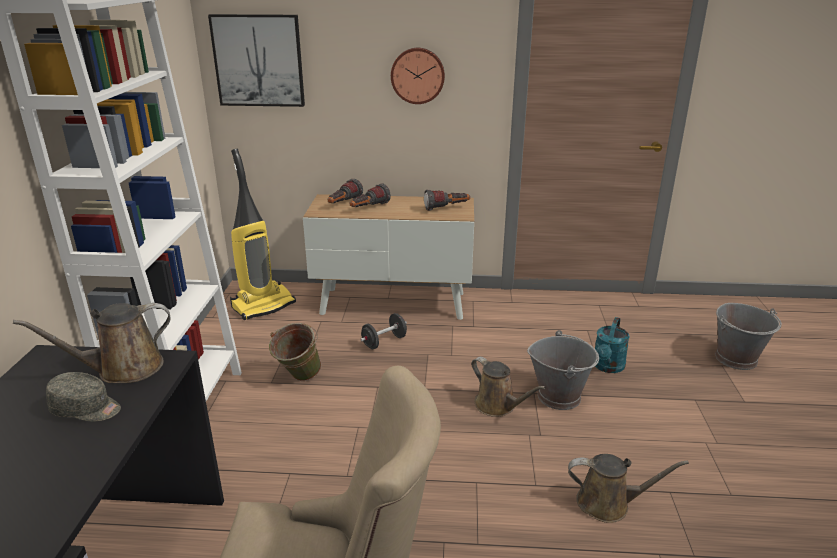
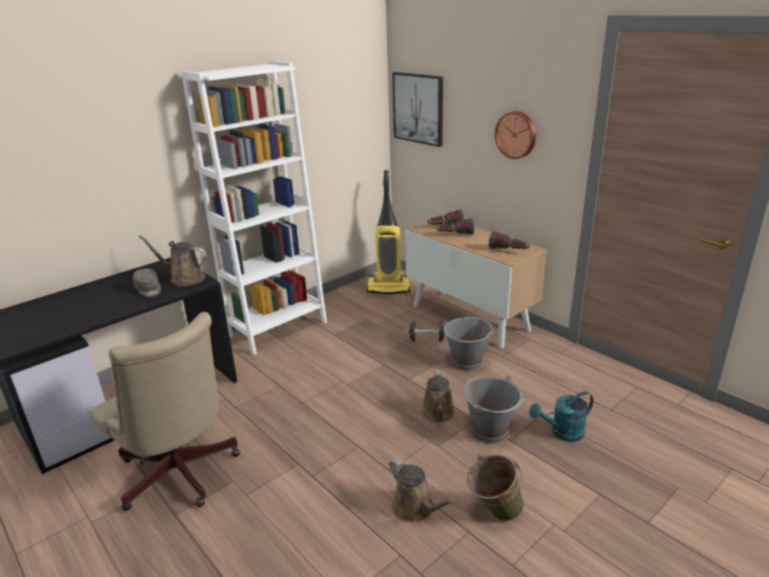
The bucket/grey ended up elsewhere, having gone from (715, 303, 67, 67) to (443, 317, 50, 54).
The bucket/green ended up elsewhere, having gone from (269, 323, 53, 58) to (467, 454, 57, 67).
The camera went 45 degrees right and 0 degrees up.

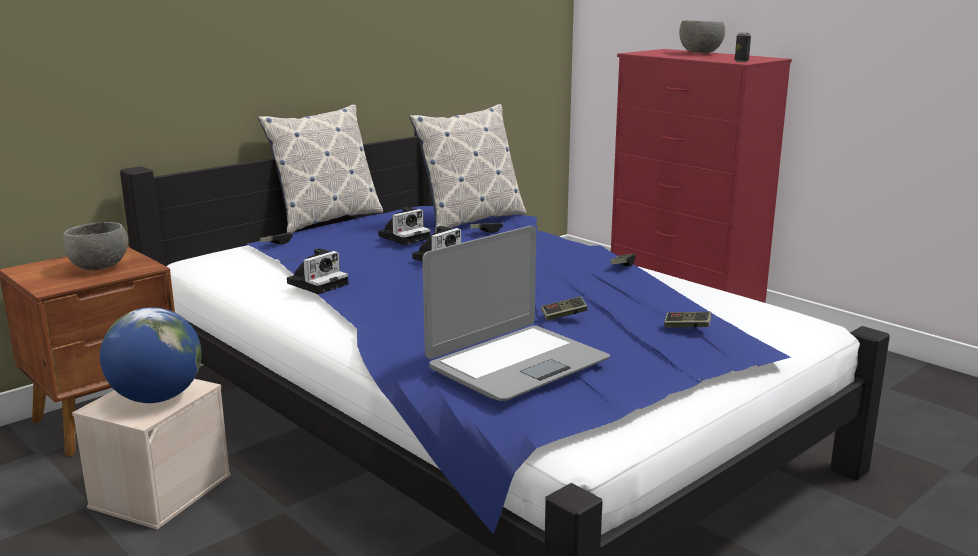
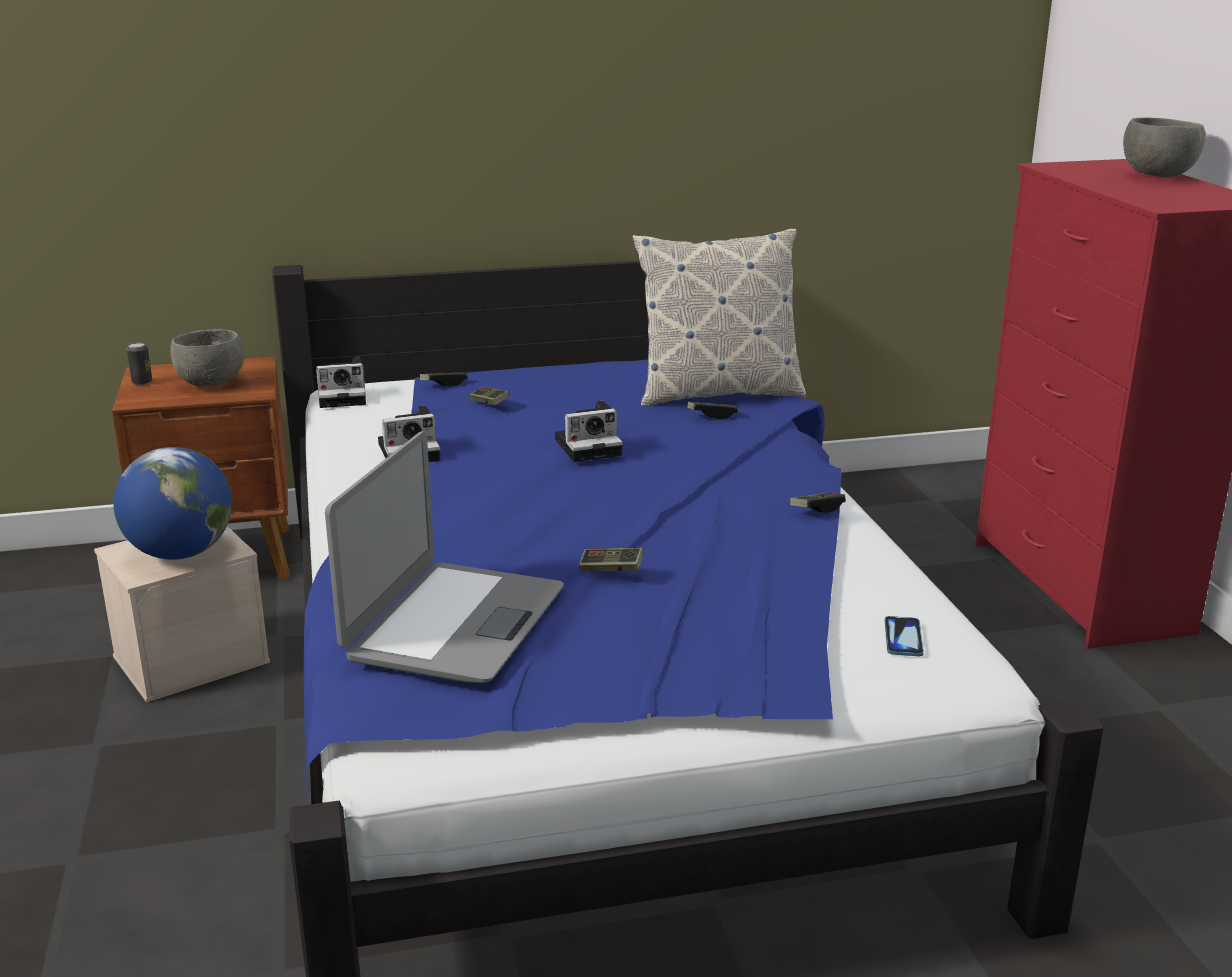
The can ended up elsewhere, having gone from (735, 33, 16, 29) to (127, 343, 25, 42).
The photo camera ended up elsewhere, having gone from (378, 207, 53, 38) to (316, 357, 50, 51).
The laptop at (423, 226, 187, 175) ended up facing another way, 60 degrees counterclockwise from before.
The game controller ended up elsewhere, having gone from (664, 312, 48, 16) to (469, 386, 41, 19).
The second view gained the phone at (885, 616, 39, 40).
The second view lost the pillow at (258, 105, 125, 128).
The camera went 30 degrees right and 5 degrees up.

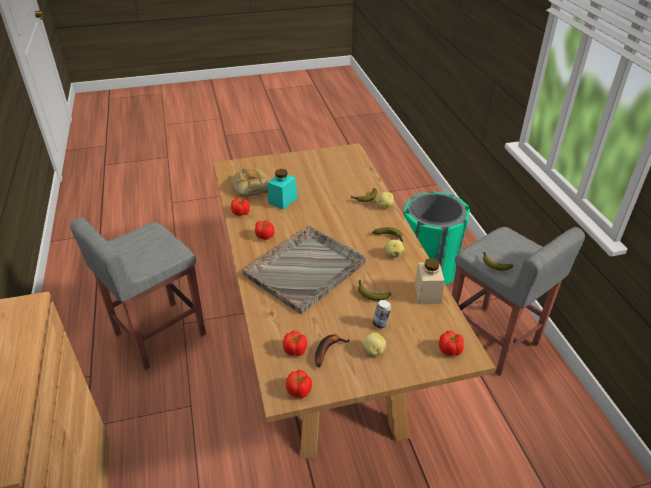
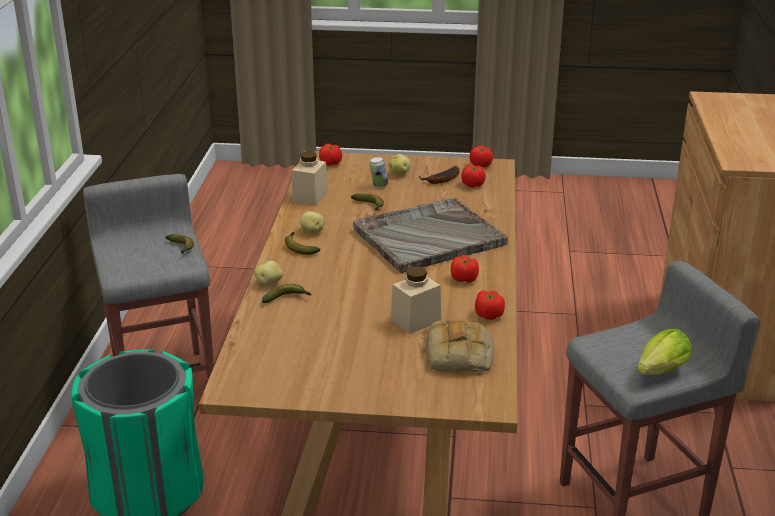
What was the jar/turquoise at (268, 169, 30, 41) turned into the jar/beige at (390, 266, 51, 68).
The second view gained the lettuce at (637, 329, 55, 46).
The camera went 160 degrees left and 10 degrees down.

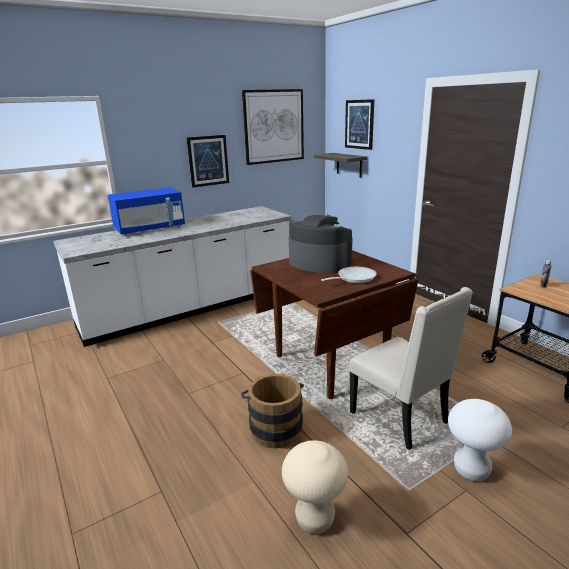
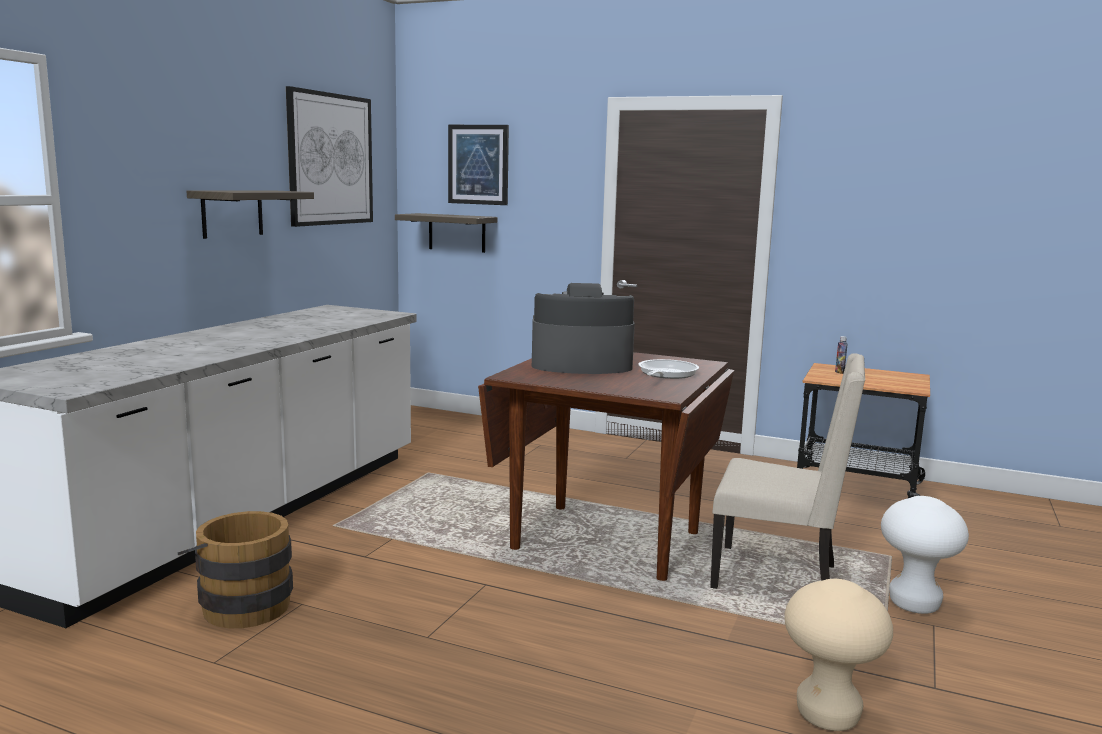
The bucket/brown ended up elsewhere, having gone from (241, 374, 63, 74) to (178, 511, 115, 117).
Where the picture hung at (186, 135, 43, 53), the shelf came to hang at (187, 190, 127, 49).
The second view lost the microwave/blue at (108, 187, 77, 48).
The camera went 35 degrees left and 10 degrees down.

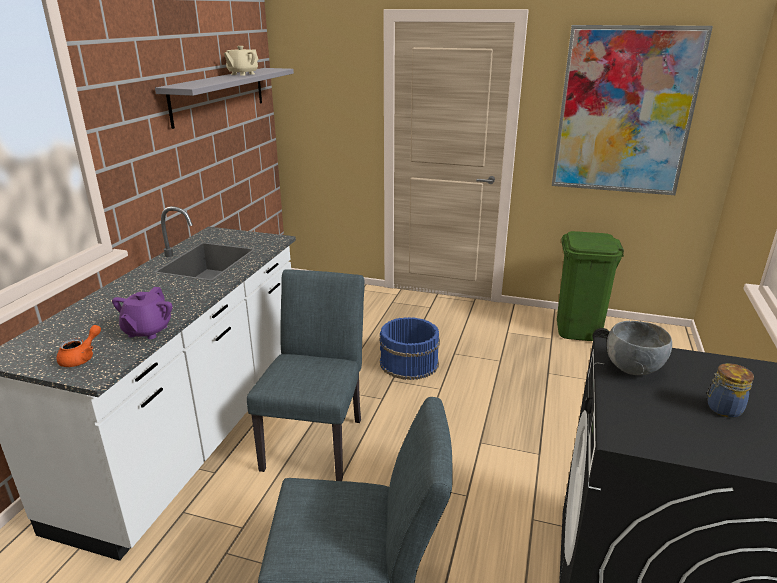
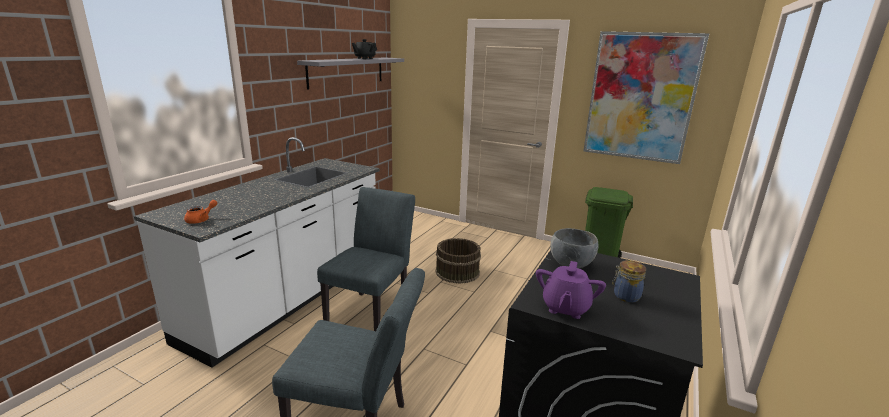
What was the teapot/beige at (224, 46, 34, 30) turned into the teapot/black at (352, 39, 25, 20).
What was the bucket/blue at (380, 317, 60, 63) turned into the bucket/brown at (435, 238, 46, 46).
The teapot/purple ended up elsewhere, having gone from (112, 287, 60, 52) to (536, 261, 70, 58).
The camera went 10 degrees right and 5 degrees down.

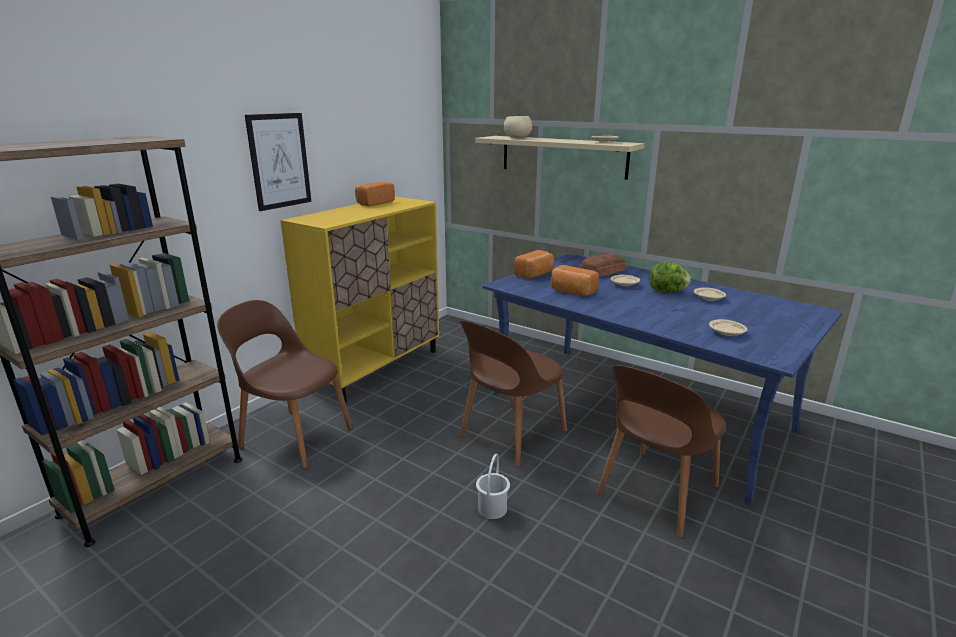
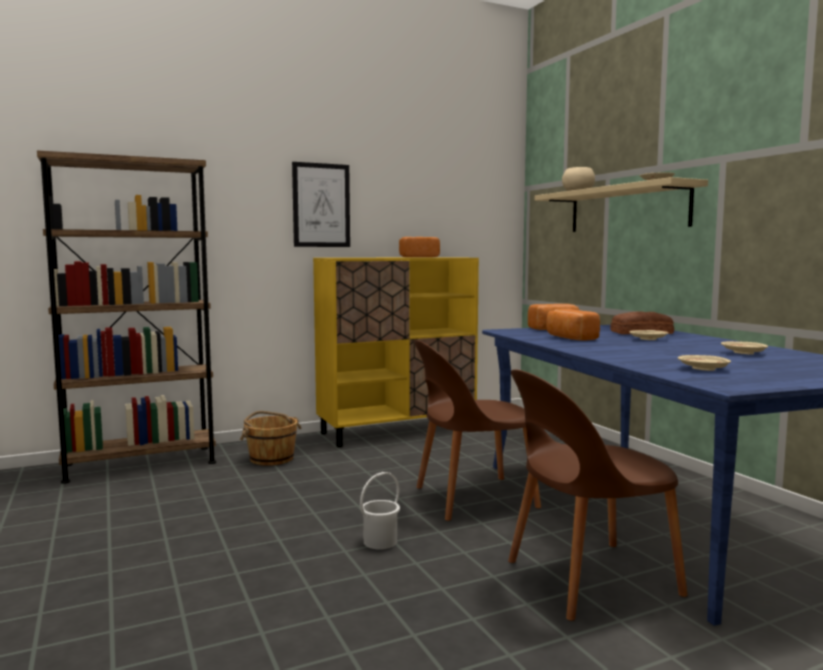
Where the chair/brown stood at (217, 300, 136, 168), the bucket/brown came to stand at (240, 411, 61, 55).
The second view lost the lettuce at (650, 262, 41, 30).
The camera went 30 degrees right and 15 degrees down.

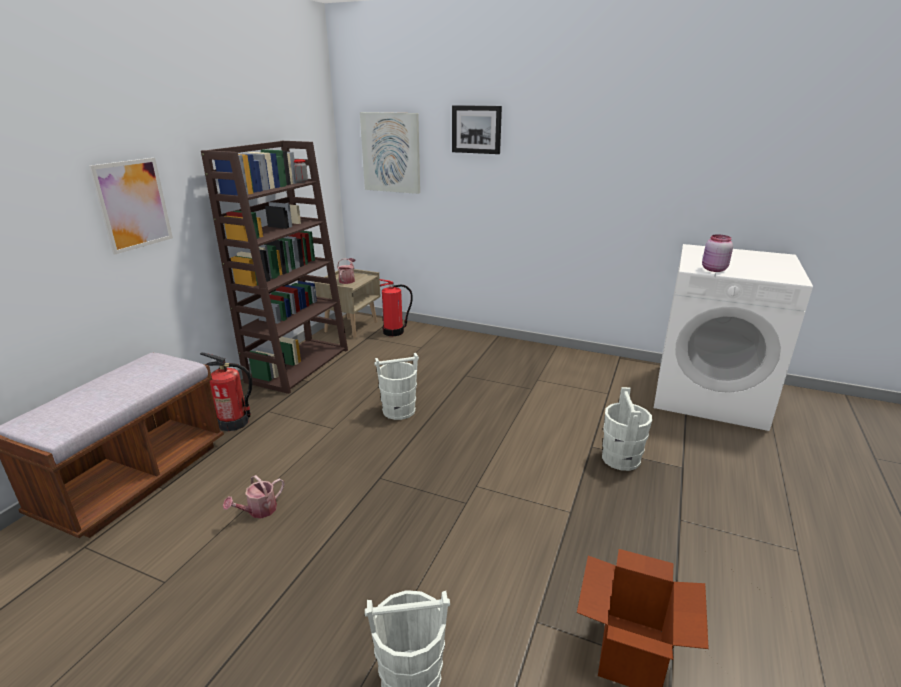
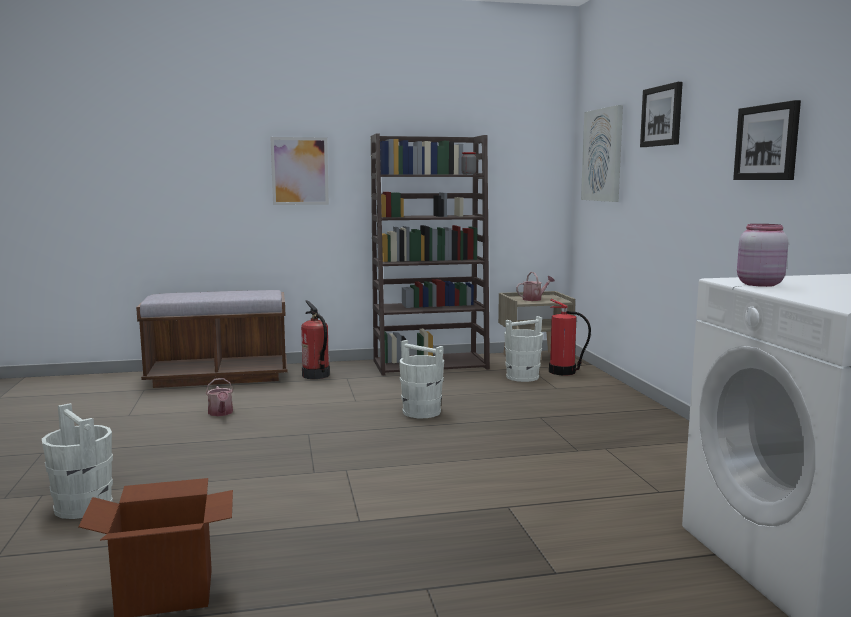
The watering can at (223, 475, 61, 43) ended up facing another way, 120 degrees counterclockwise from before.
The bucket/white ended up elsewhere, having gone from (602, 387, 50, 84) to (504, 316, 39, 66).
The second view gained the picture at (733, 100, 68, 80).
The camera went 55 degrees right and 15 degrees down.

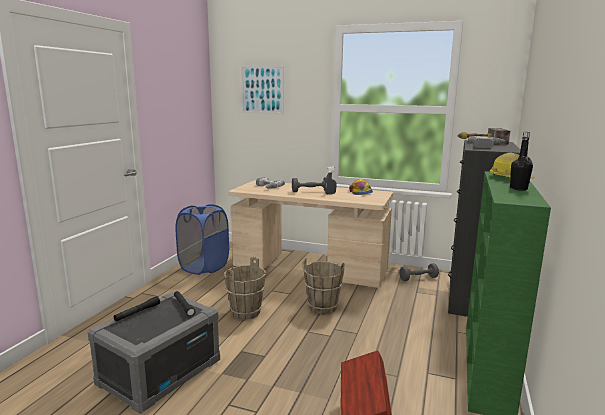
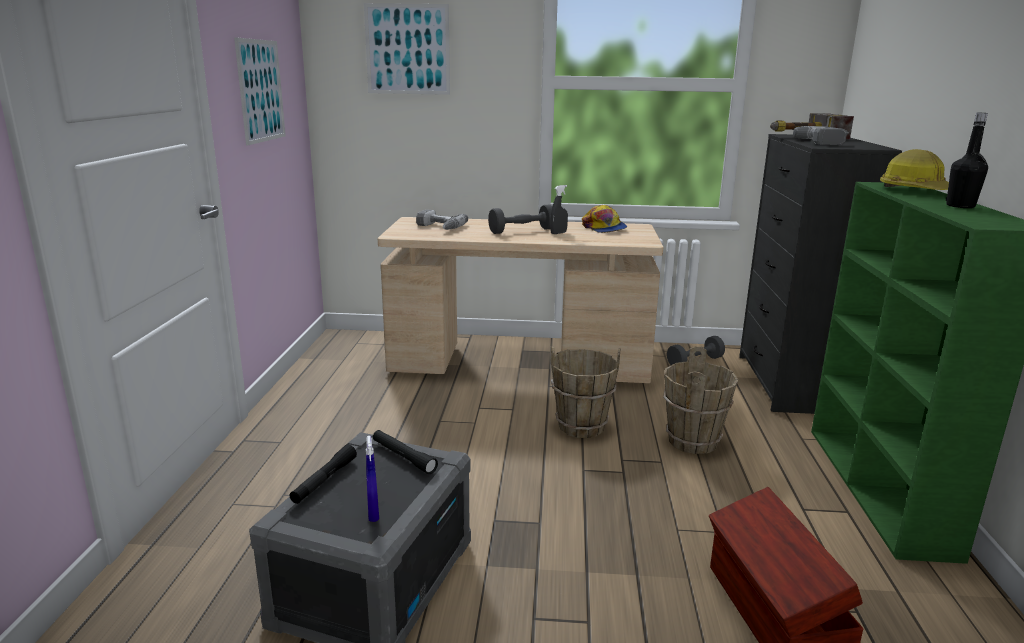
The second view gained the picture at (234, 37, 52, 108).
The second view gained the spray bottle/blue at (366, 436, 13, 86).
The bucket/brown ended up elsewhere, having gone from (224, 257, 42, 63) to (663, 346, 75, 108).
The second view lost the laundry basket/blue at (175, 204, 54, 71).
The camera went 15 degrees left and 5 degrees up.

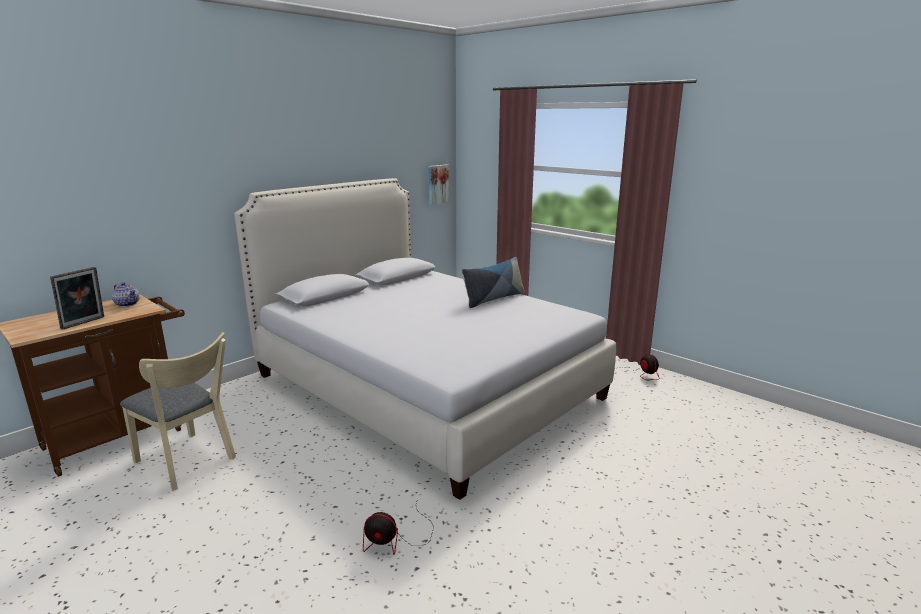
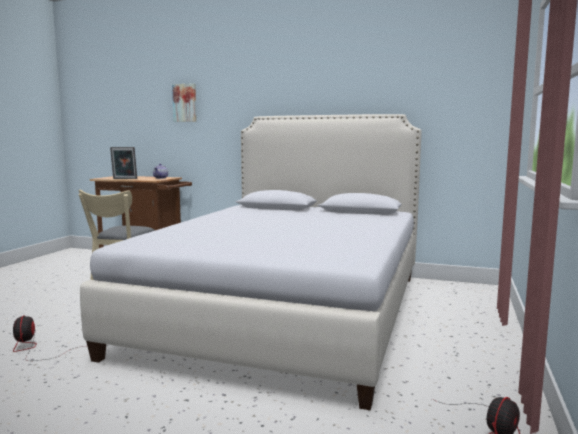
The picture ended up elsewhere, having gone from (429, 165, 20, 40) to (172, 83, 25, 39).
The second view lost the pillow at (462, 257, 63, 51).
The camera went 65 degrees right and 10 degrees down.

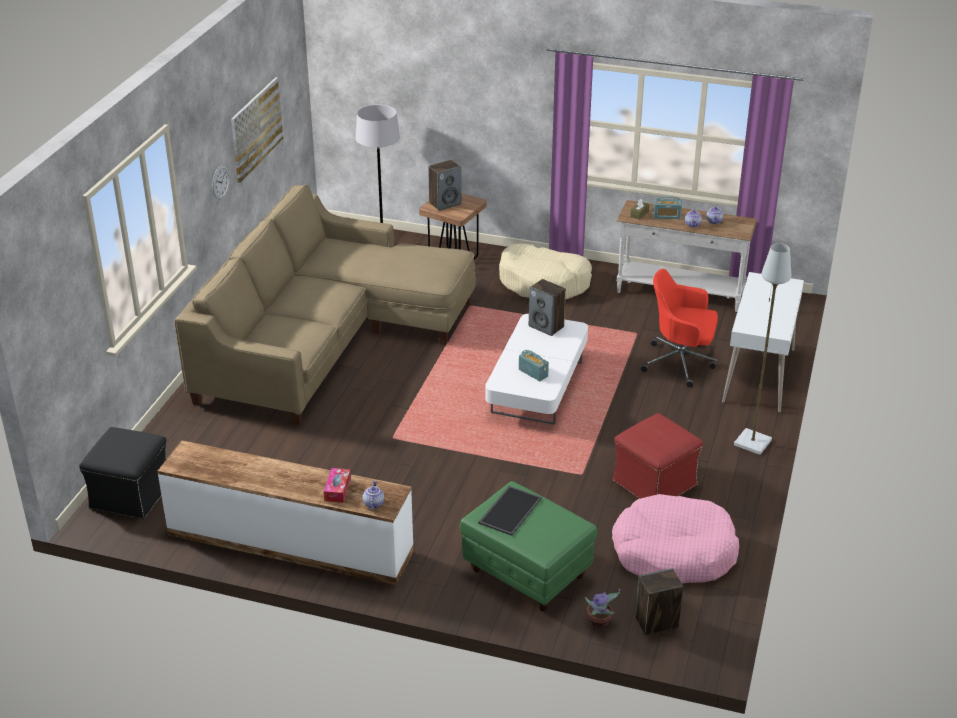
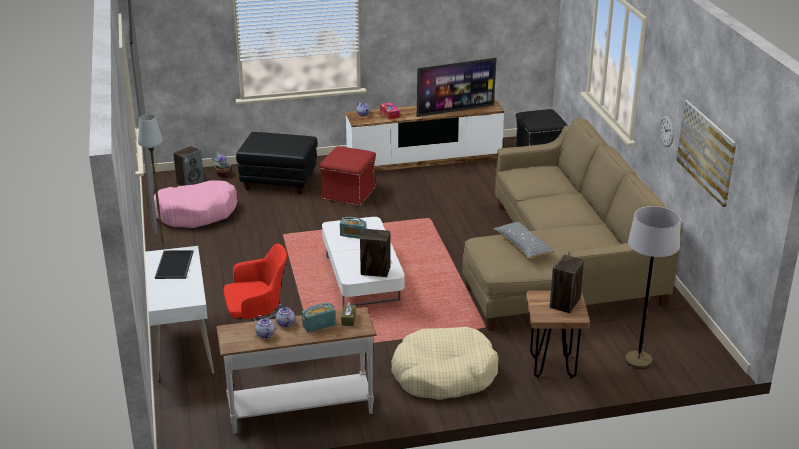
The tray ended up elsewhere, having gone from (478, 486, 64, 50) to (155, 250, 39, 29).
What was the ottoman/green at (460, 481, 137, 130) turned into the ottoman/black at (236, 132, 82, 62).
The ottoman/red ended up elsewhere, having gone from (613, 413, 90, 86) to (320, 146, 56, 60).
The second view gained the television at (417, 58, 80, 59).
The second view gained the pillow/grey at (493, 222, 62, 36).
The camera went 150 degrees right and 5 degrees down.

